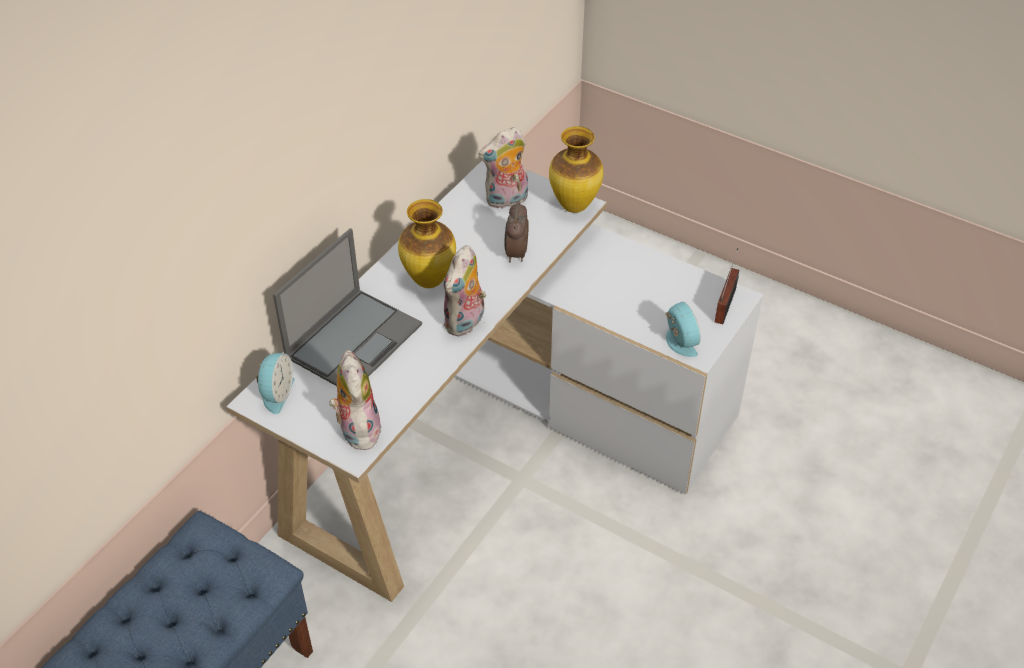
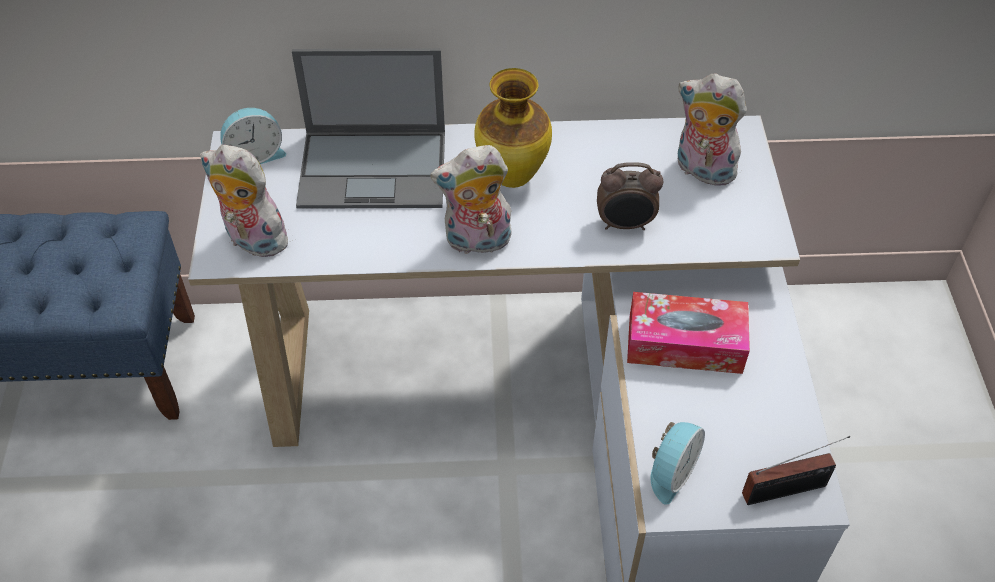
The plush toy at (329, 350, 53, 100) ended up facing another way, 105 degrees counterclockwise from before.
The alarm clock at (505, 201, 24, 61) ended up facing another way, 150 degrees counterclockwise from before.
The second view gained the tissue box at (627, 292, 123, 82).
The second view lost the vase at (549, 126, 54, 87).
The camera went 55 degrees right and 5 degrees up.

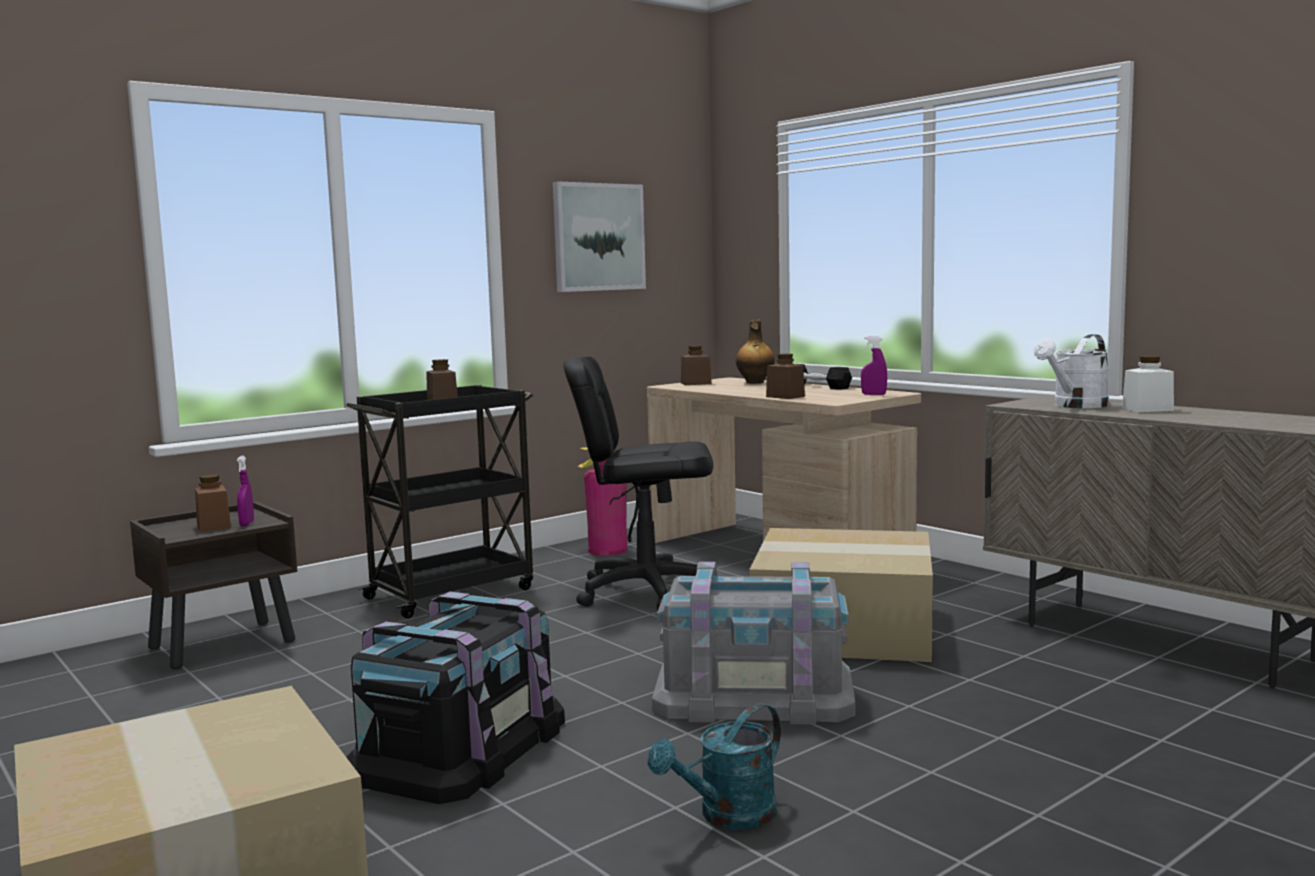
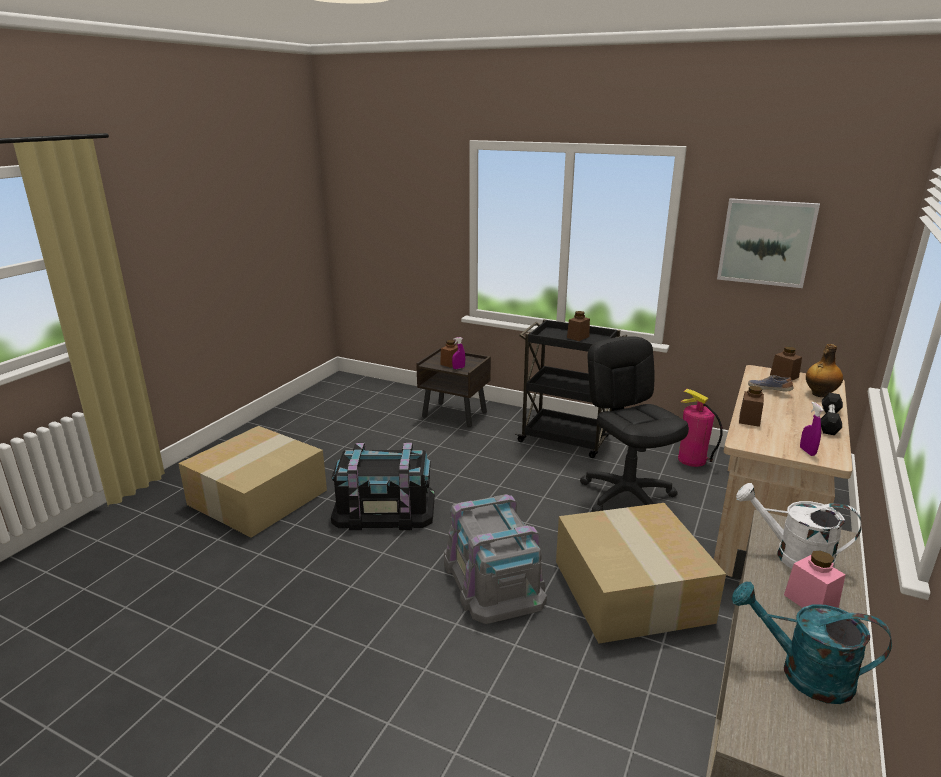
The watering can/turquoise ended up elsewhere, having gone from (648, 703, 133, 127) to (732, 582, 160, 122).
The second view gained the shoe at (748, 375, 45, 16).
What was the jar/white at (1122, 356, 52, 56) turned into the jar/pink at (784, 551, 62, 57).
The camera went 65 degrees right and 15 degrees up.

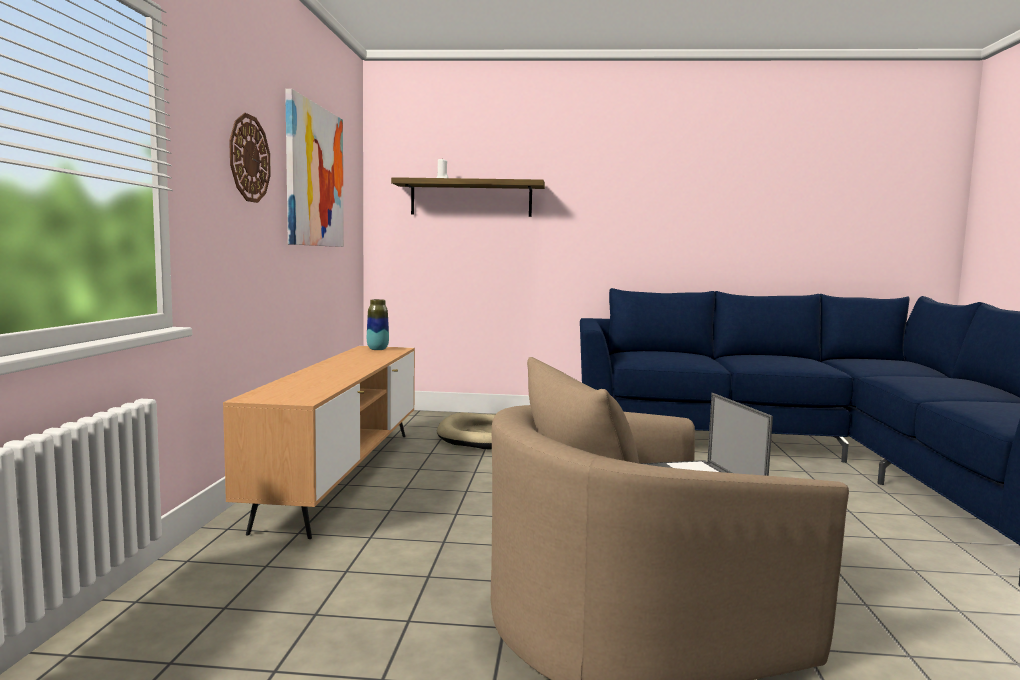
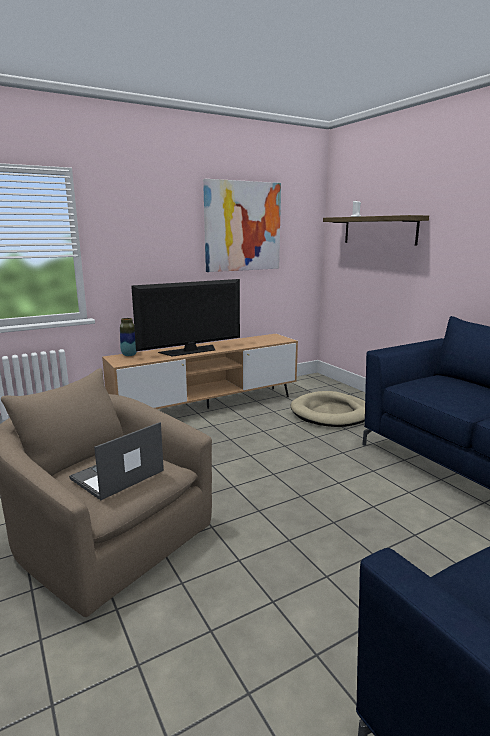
The vase ended up elsewhere, having gone from (367, 299, 22, 51) to (120, 318, 17, 38).
The second view gained the television at (131, 279, 109, 78).
The second view lost the wall clock at (229, 113, 42, 90).
The camera went 55 degrees right and 10 degrees up.

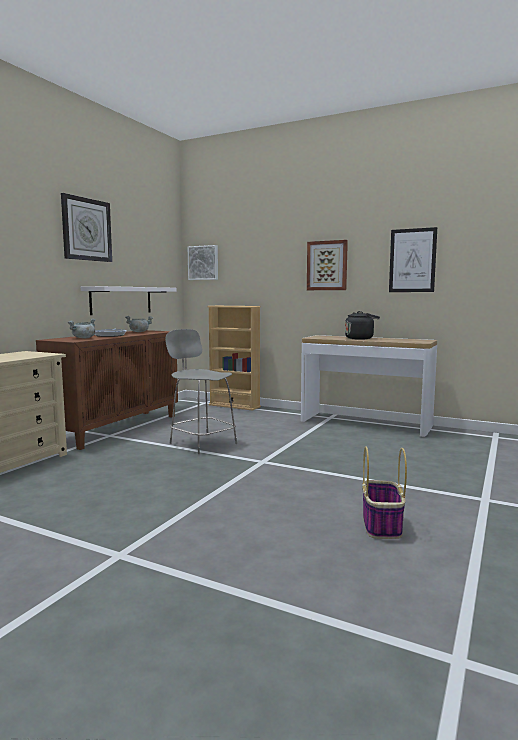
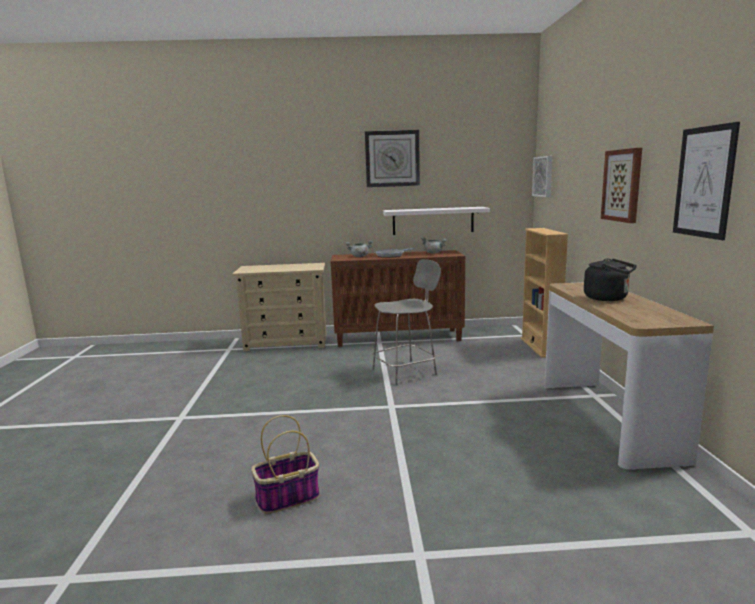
The chair/grey at (165, 329, 72, 125) ended up facing another way, 45 degrees clockwise from before.
The camera went 60 degrees right and 5 degrees up.

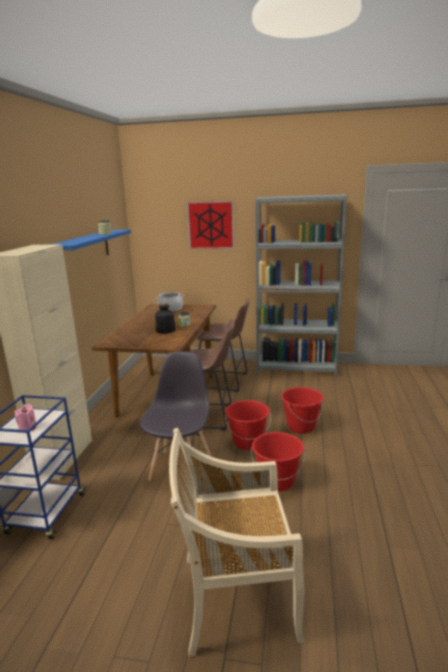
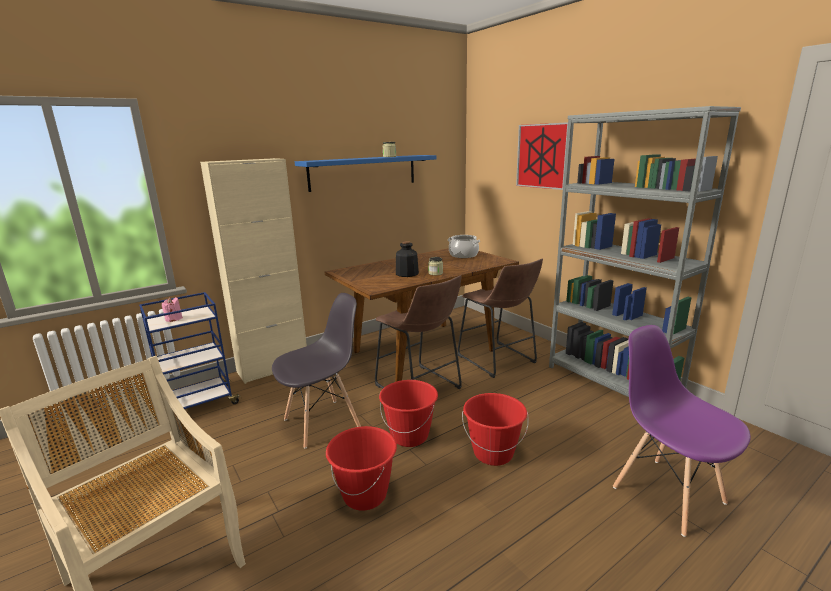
The second view gained the chair/purple at (613, 325, 138, 212).
The camera went 45 degrees right and 0 degrees up.

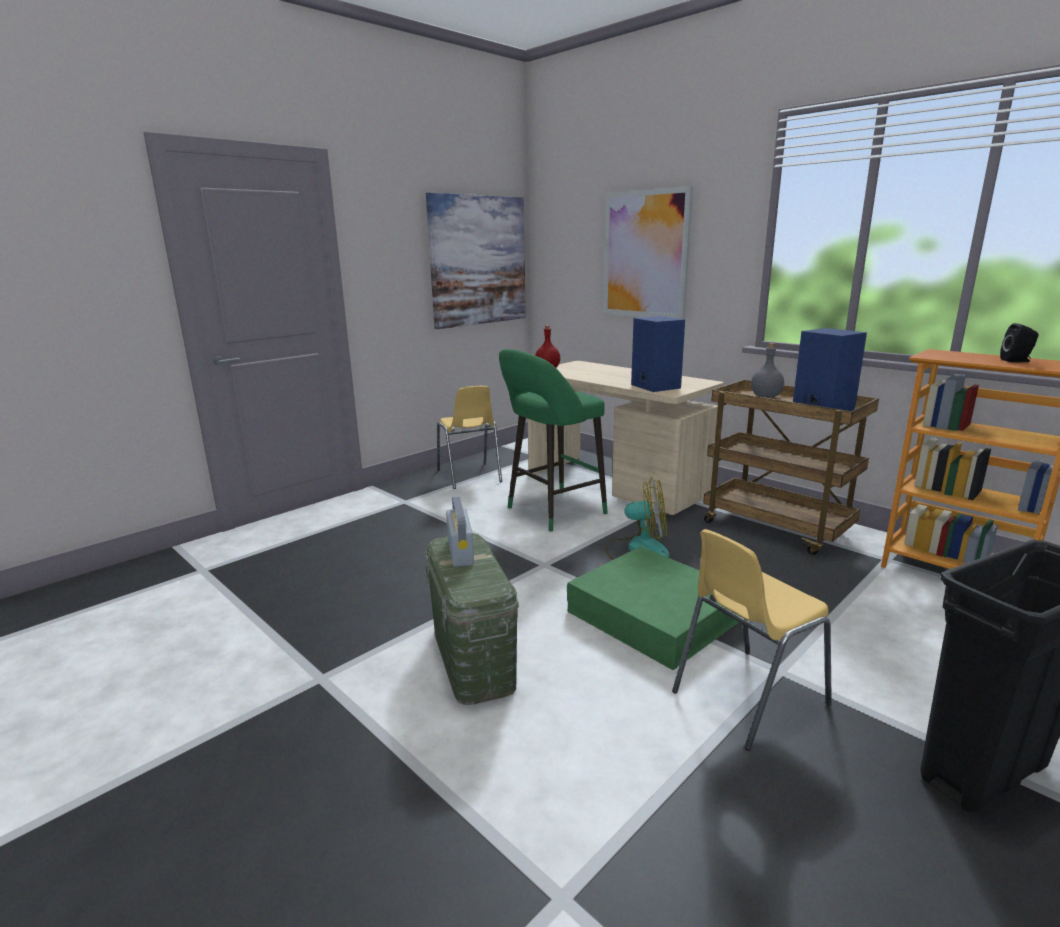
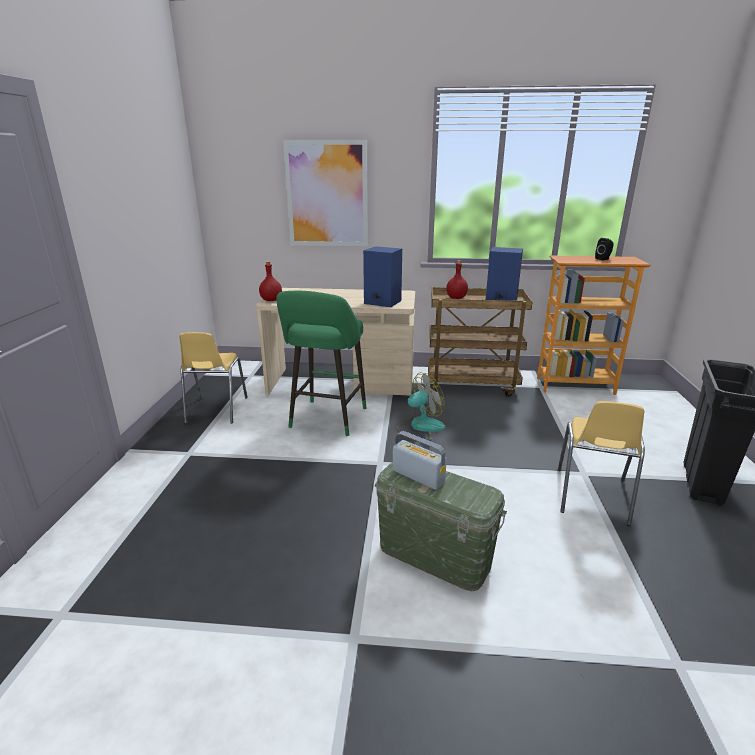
The chair/yellow at (437, 386, 65, 103) ended up facing another way, 60 degrees clockwise from before.
What was the bottle/grey at (751, 343, 33, 55) turned into the bottle/red at (446, 260, 22, 39).
The second view lost the picture at (426, 192, 100, 137).
The second view lost the storage box/green at (567, 546, 174, 124).
The camera went 40 degrees left and 5 degrees up.

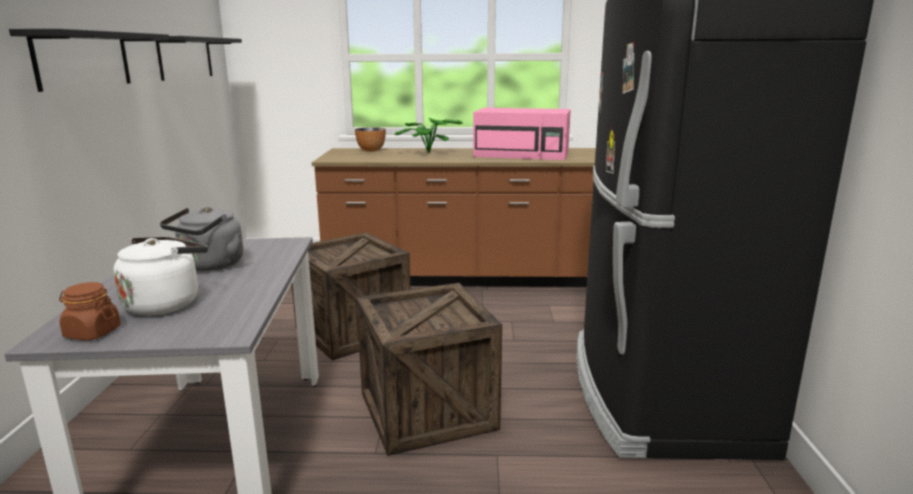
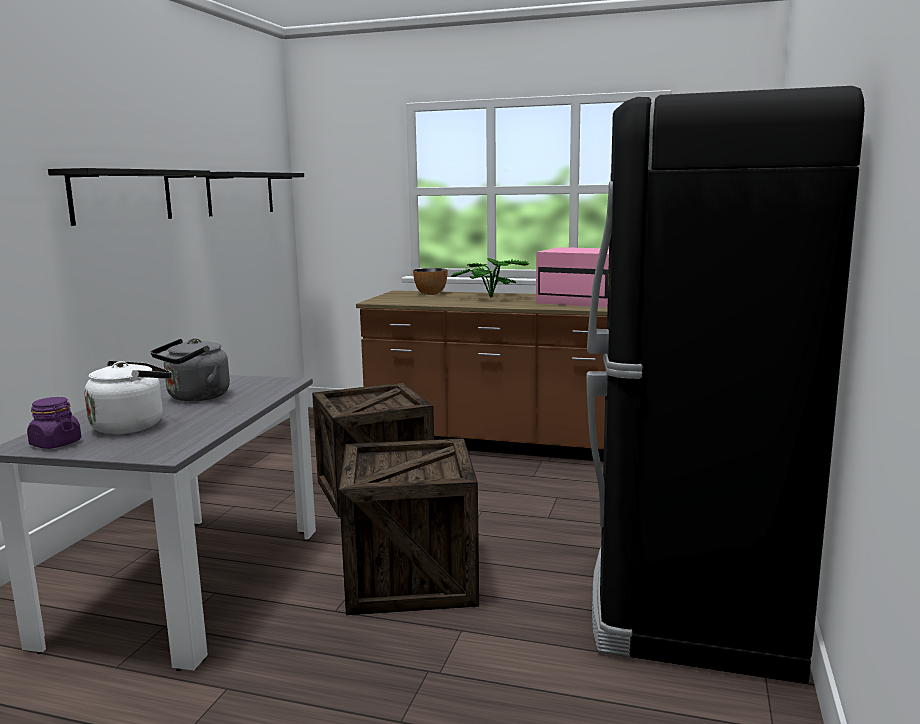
What was the jar/brown at (59, 282, 62, 58) turned into the jar/purple at (27, 397, 54, 52).
The camera went 15 degrees right and 5 degrees down.

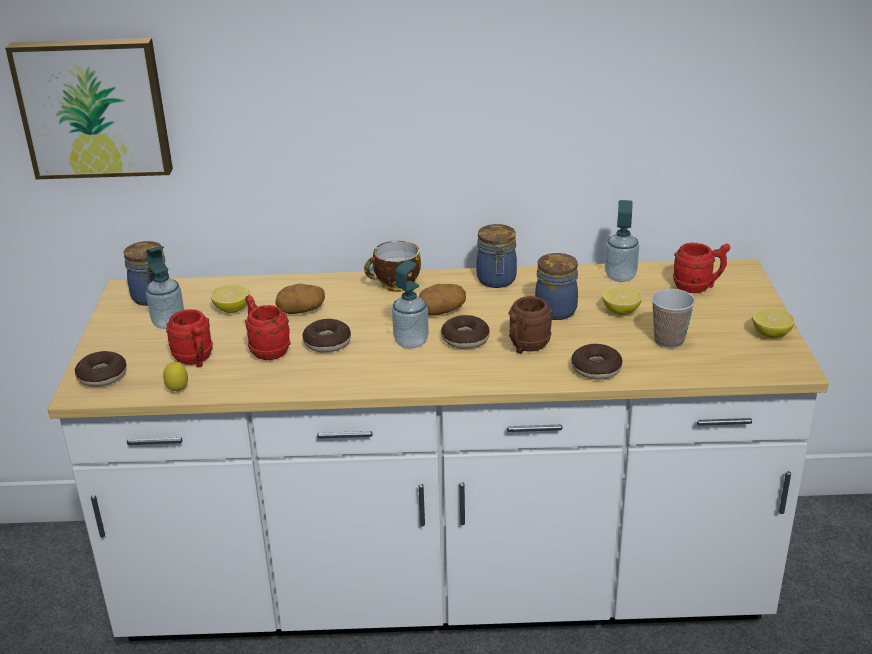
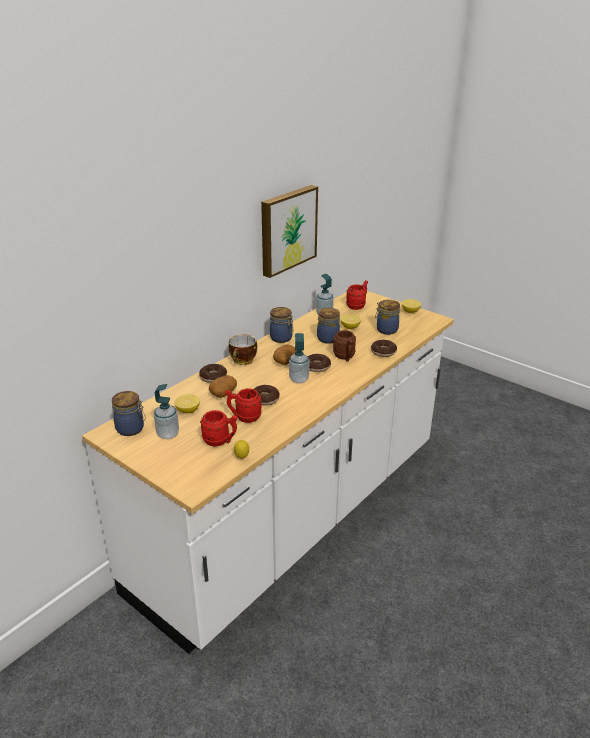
The donut ended up elsewhere, having gone from (75, 351, 52, 36) to (199, 364, 28, 19).
The picture ended up elsewhere, having gone from (5, 38, 168, 141) to (261, 185, 57, 93).
Where the cup stood at (651, 289, 44, 60), the jar came to stand at (375, 300, 25, 35).
The camera went 50 degrees left and 0 degrees up.

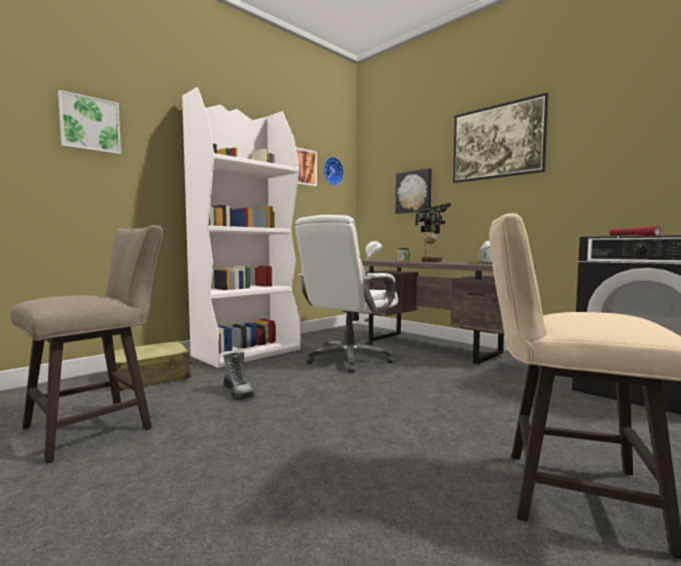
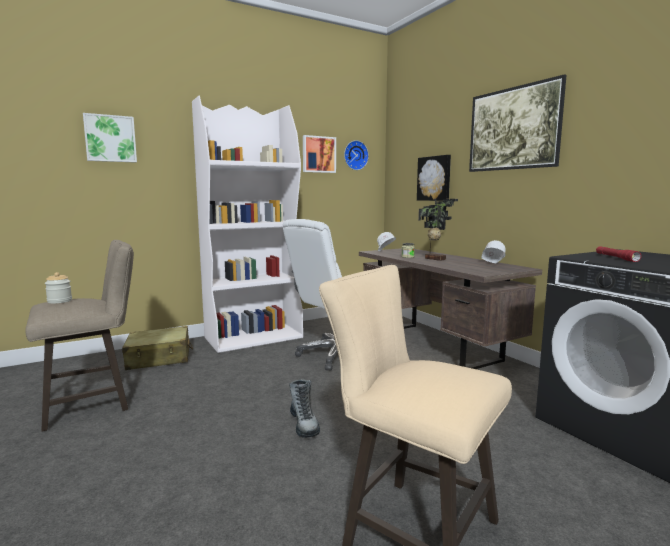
The second view gained the jar at (45, 272, 27, 32).
The boot ended up elsewhere, having gone from (223, 352, 32, 48) to (289, 379, 31, 59).
The camera went 15 degrees right and 5 degrees up.

